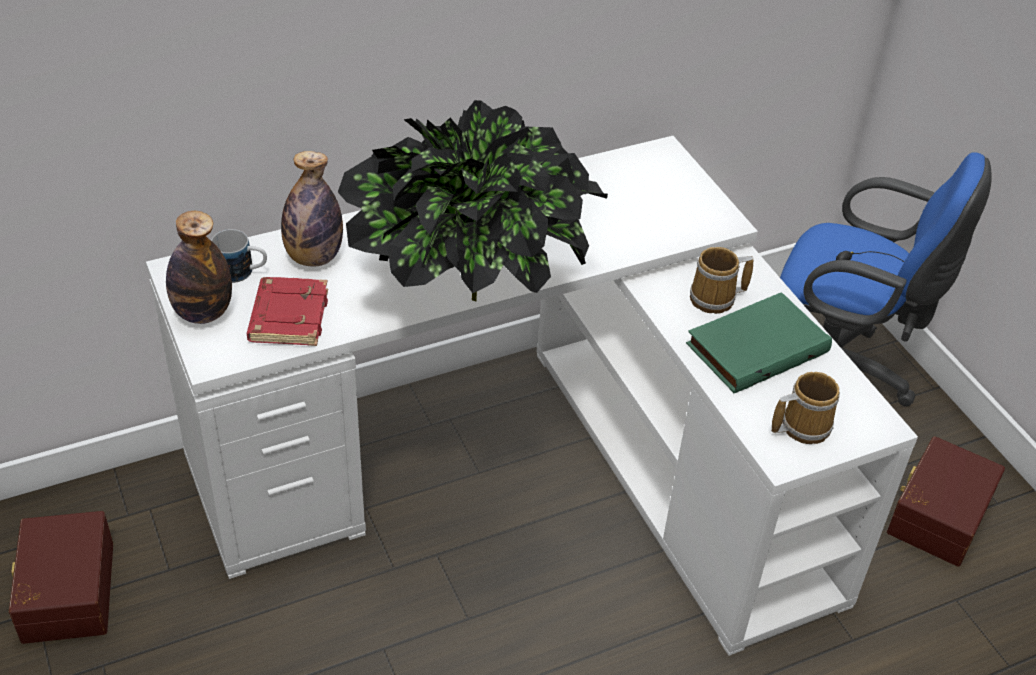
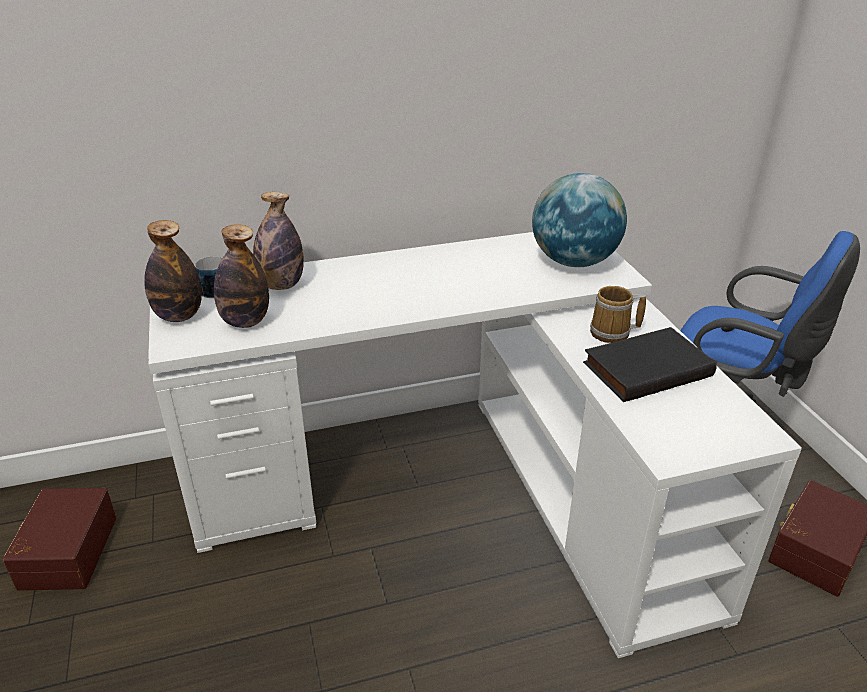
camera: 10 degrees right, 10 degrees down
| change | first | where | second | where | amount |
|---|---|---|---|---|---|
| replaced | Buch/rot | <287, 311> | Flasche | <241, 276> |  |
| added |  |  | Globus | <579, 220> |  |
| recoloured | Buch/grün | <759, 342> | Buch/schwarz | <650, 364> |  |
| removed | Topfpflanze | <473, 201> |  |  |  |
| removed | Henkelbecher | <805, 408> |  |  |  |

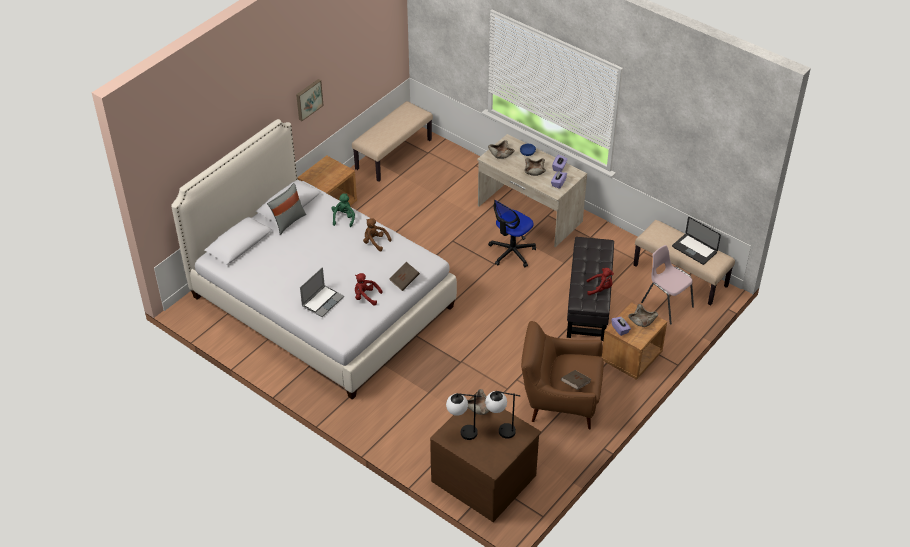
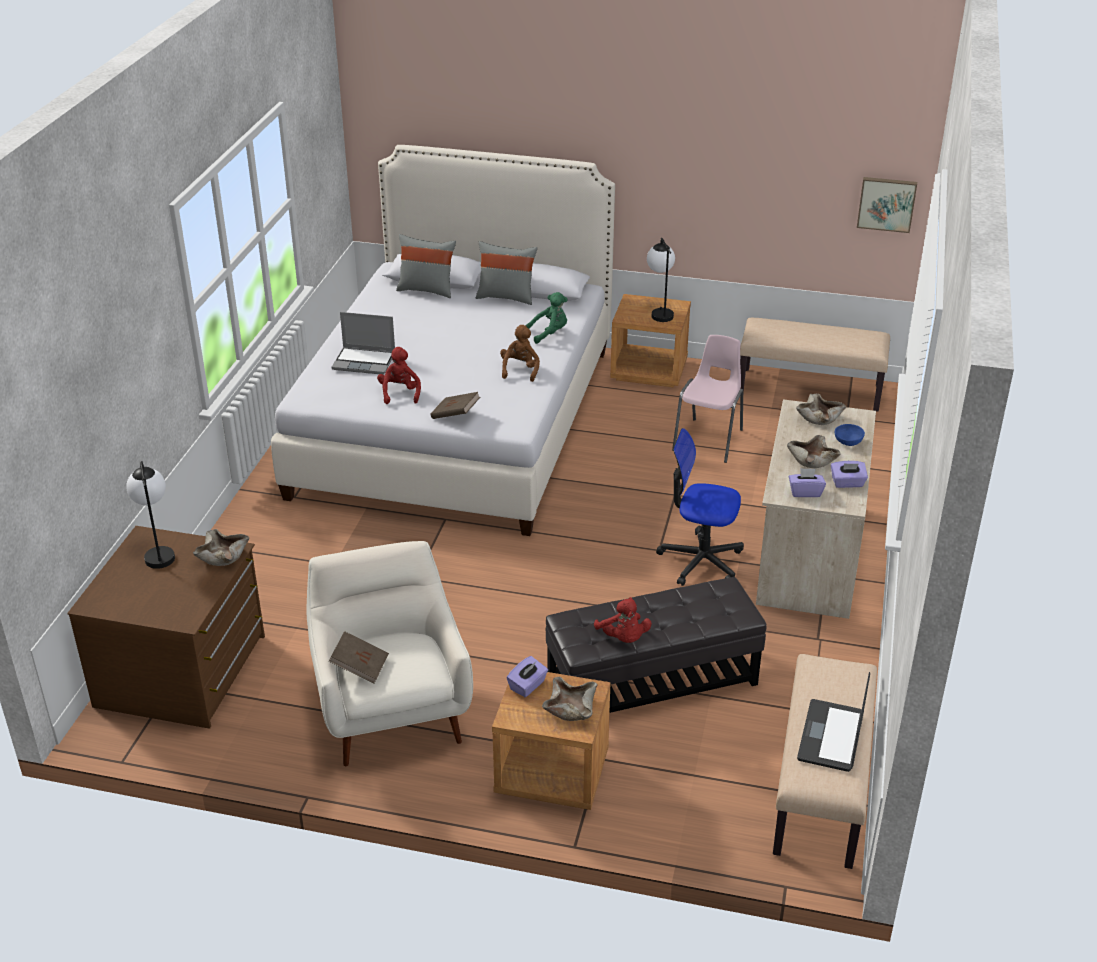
camera: 65 degrees right, 10 degrees down
| change | first | where | second | where | amount |
|---|---|---|---|---|---|
| recoloured | Sessel/braun | <562, 375> | Sessel/weiß | <389, 653> |  |
| added |  |  | Kissen/grau | <426, 266> |  |
| moved | Tischlampe | <503, 415> |  | <661, 280> |  |
| moved | Stuhl/rosa | <667, 285> |  | <707, 399> |  |
| moved | Bild | <310, 100> |  | <887, 205> |  |

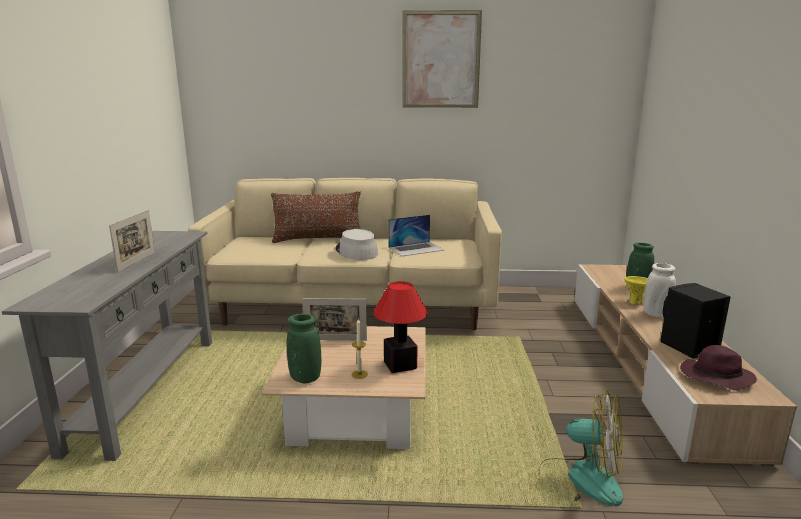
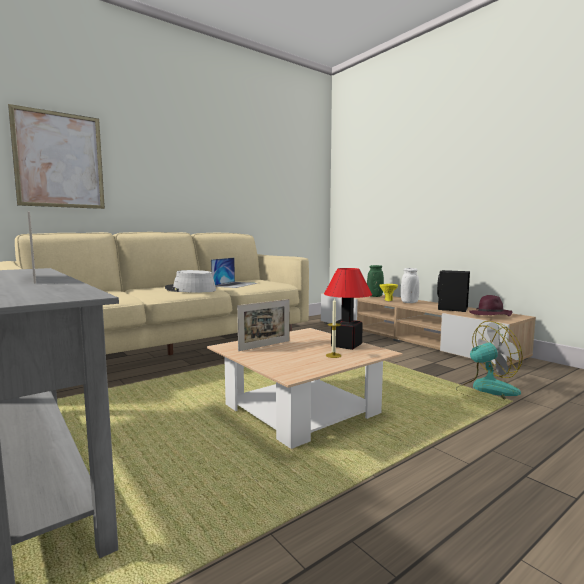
camera: 40 degrees left, 10 degrees down
| change | first | where | second | where | amount |
|---|---|---|---|---|---|
| moved | Bild | <442, 59> |  | <56, 156> |  |
| removed | Kissen/braun | <316, 217> |  |  |  |
| removed | Vase/grün | <304, 348> |  |  |  |

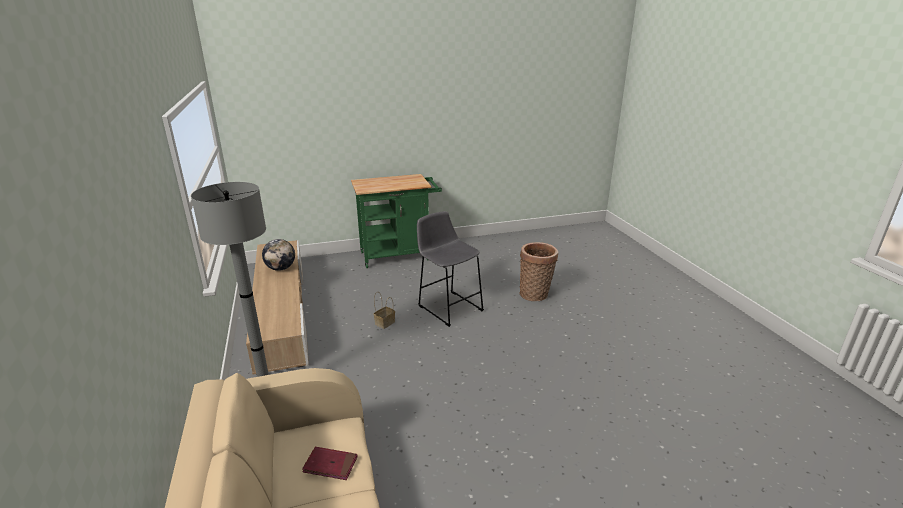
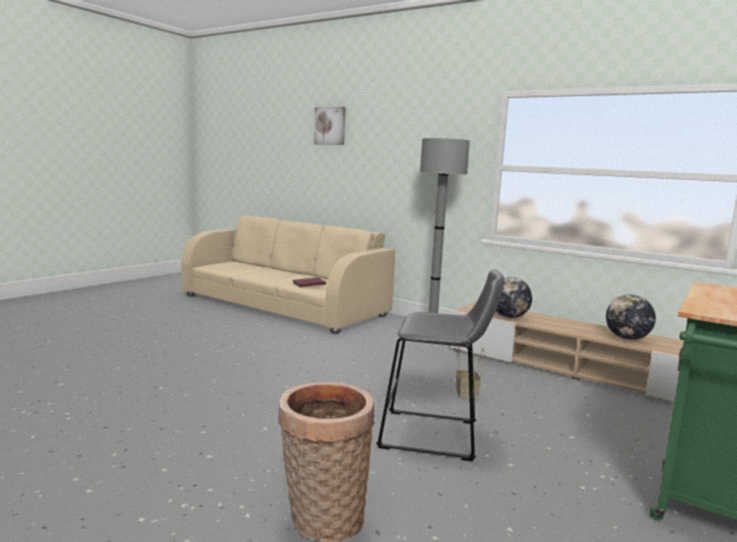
camera: 140 degrees right, 15 degrees down
| change | first | where | second | where | amount |
|---|---|---|---|---|---|
| added |  |  | Bild | <330, 126> |  |
| added |  |  | Globus | <514, 297> |  |

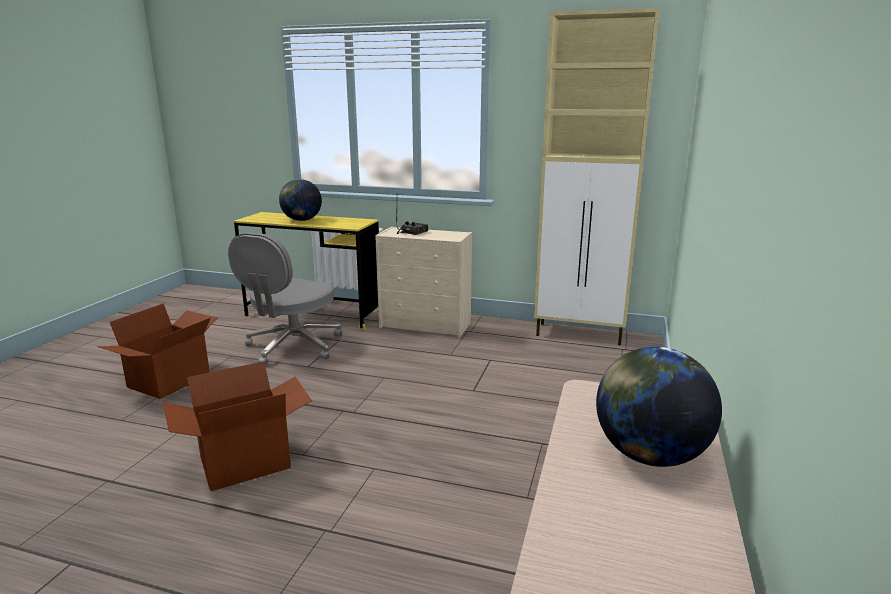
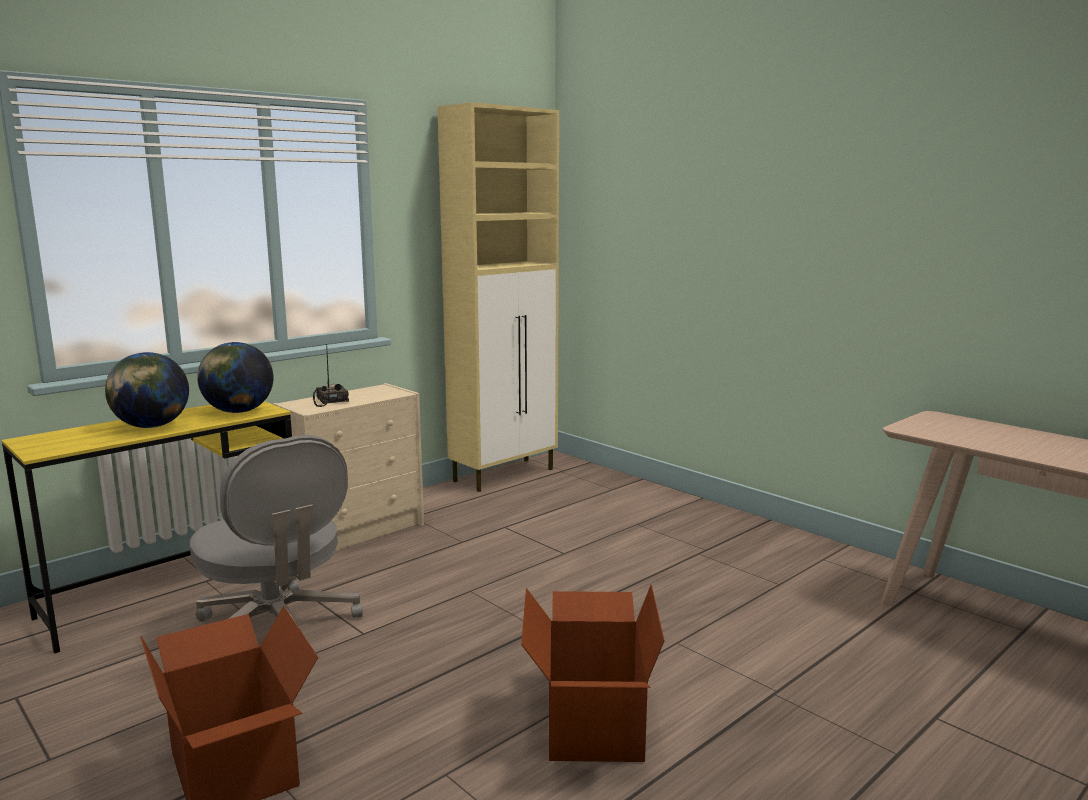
camera: 60 degrees left, 5 degrees down
| change | first | where | second | where | amount |
|---|---|---|---|---|---|
| moved | Globus | <659, 407> |  | <235, 377> |  |

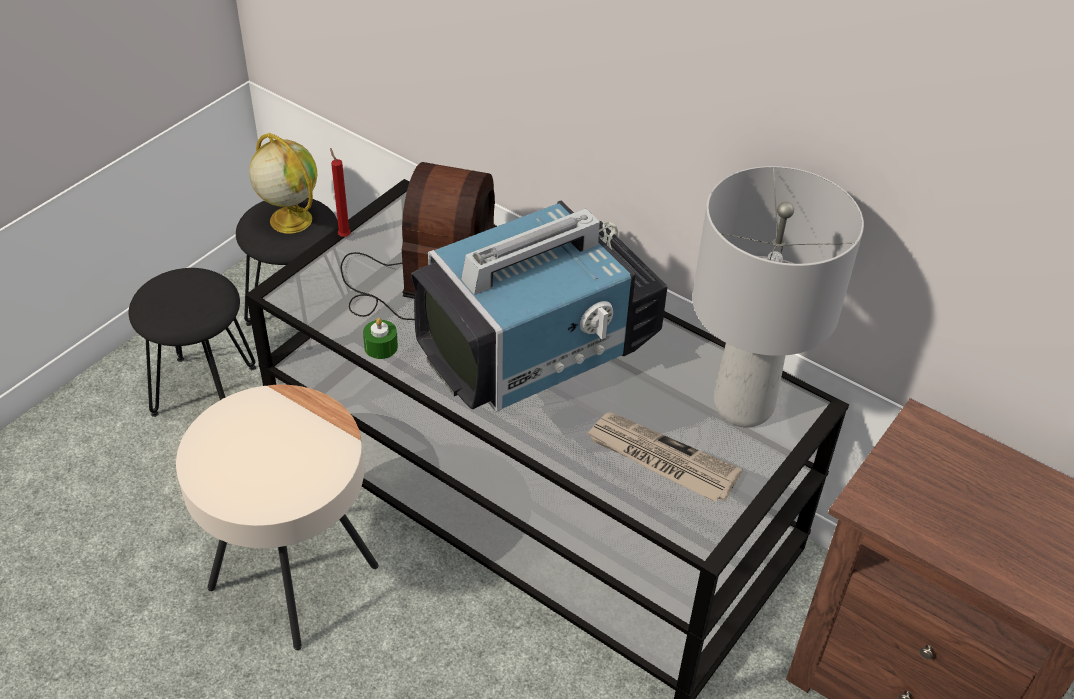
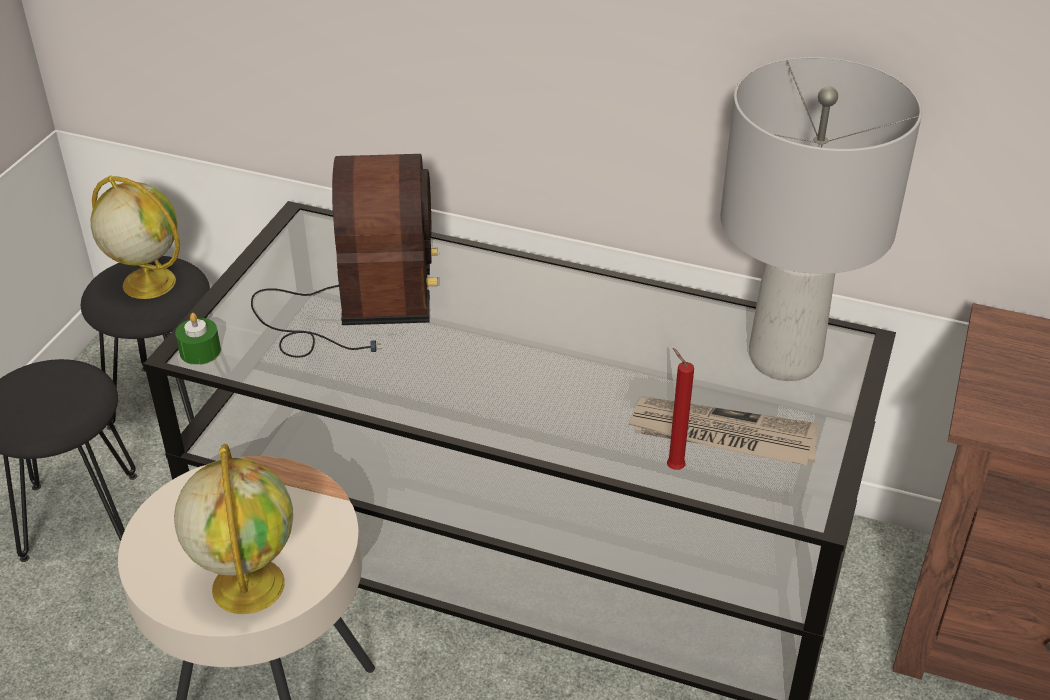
camera: 15 degrees left, 5 degrees down
| change | first | where | second | where | amount |
|---|---|---|---|---|---|
| added |  |  | Globus | <233, 529> |  |
| moved | Kerze/grün | <380, 338> |  | <198, 339> |  |
| moved | Kerze/rot | <340, 192> |  | <680, 409> |  |
| removed | Fernseher | <539, 306> |  |  |  |

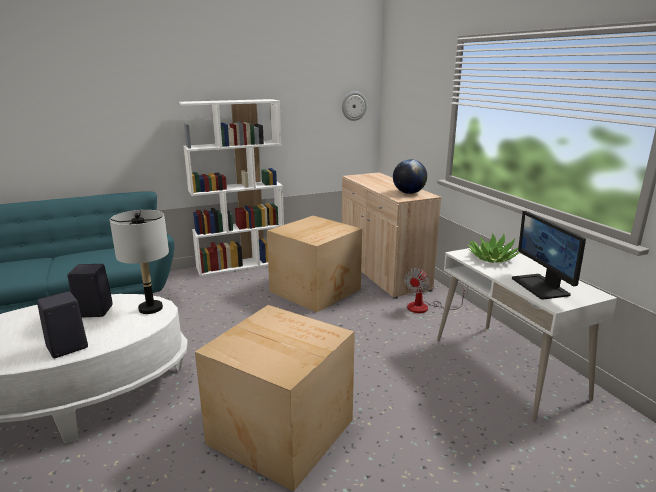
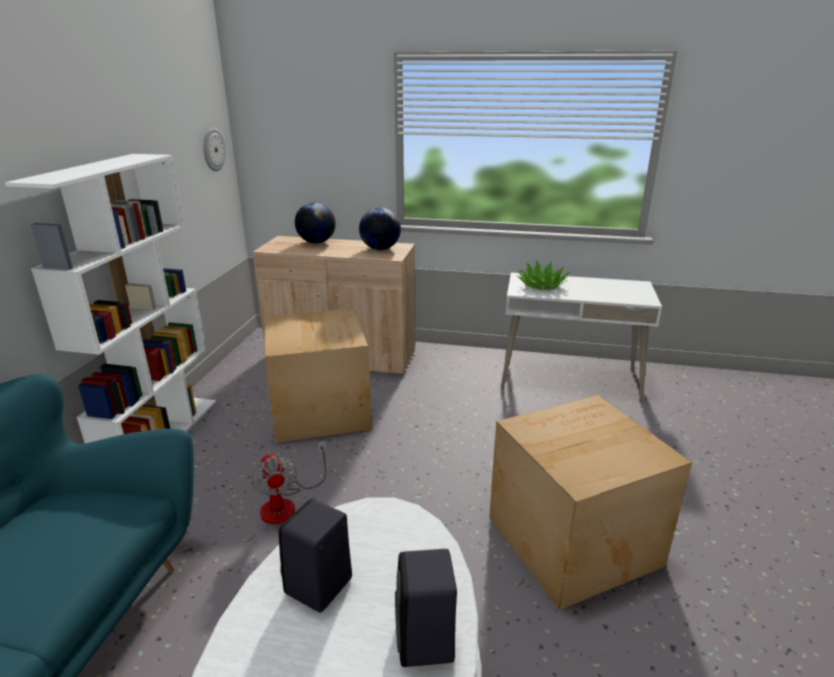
camera: 55 degrees left, 5 degrees up
| change | first | where | second | where | amount |
|---|---|---|---|---|---|
| moved | Ventilator | <436, 290> |  | <288, 482> |  |
| added |  |  | Globus | <315, 222> |  |
| removed | Tischlampe/grau | <139, 262> |  |  |  |
| removed | Monitor | <549, 255> |  |  |  |

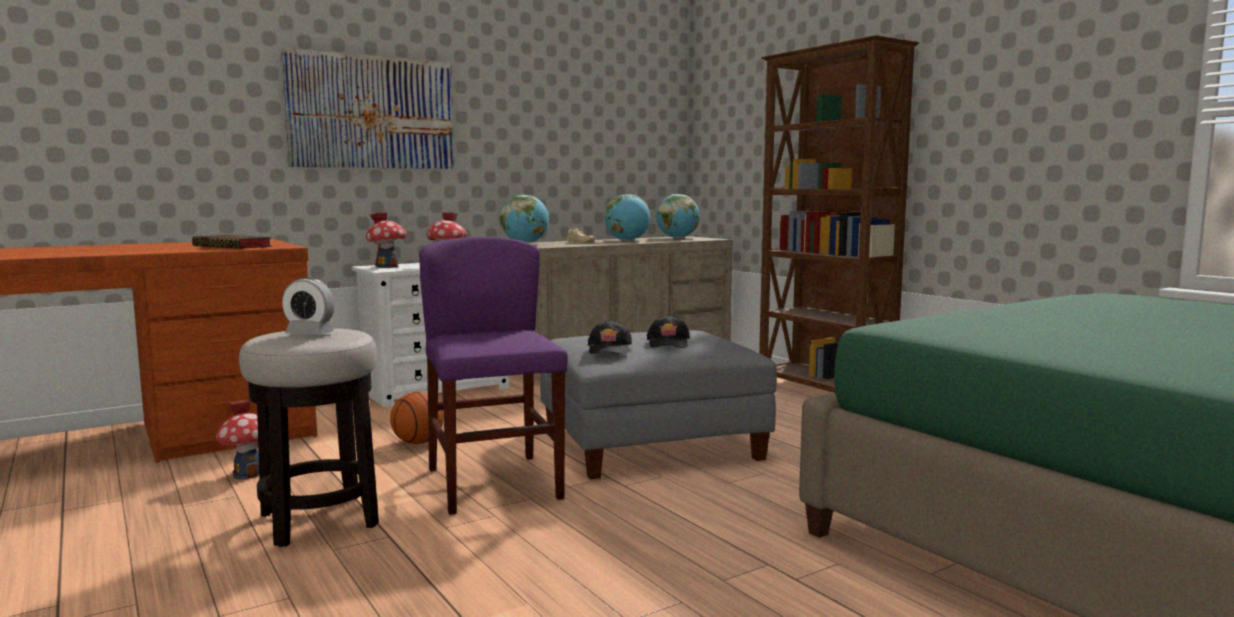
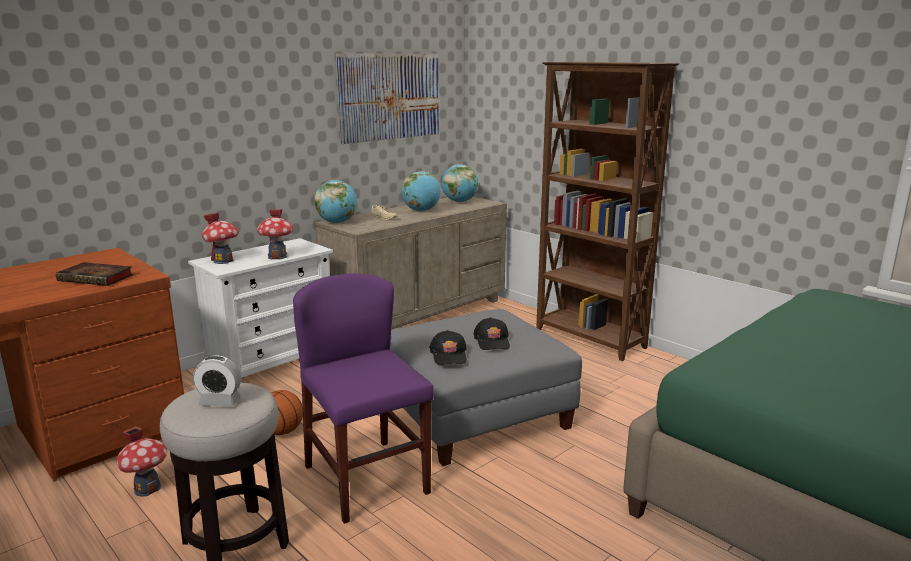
camera: 10 degrees left, 10 degrees up
| change | first | where | second | where | amount |
|---|---|---|---|---|---|
| moved | Bild | <367, 108> |  | <387, 99> |  |

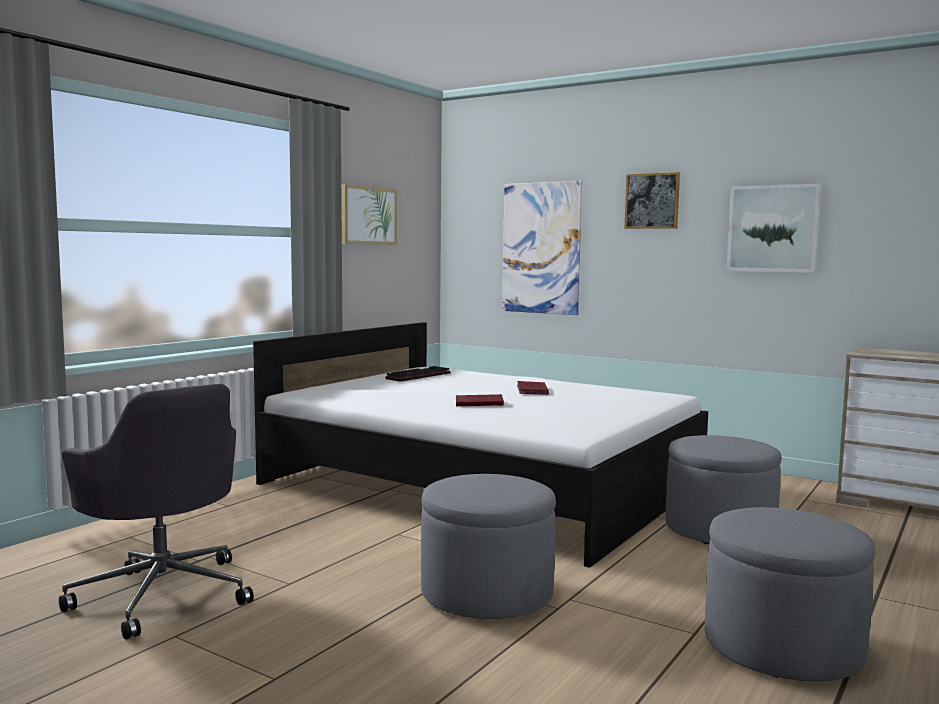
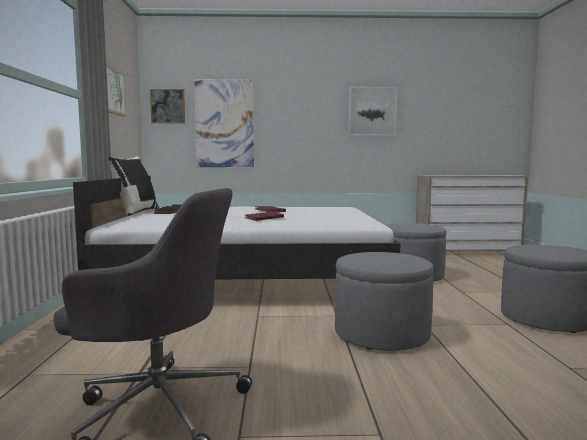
camera: 35 degrees left, 0 degrees up
| change | first | where | second | where | amount |
|---|---|---|---|---|---|
| added |  |  | Kissen/schwarz | <134, 186> |  |
| moved | Bild | <652, 200> |  | <167, 106> |  |

